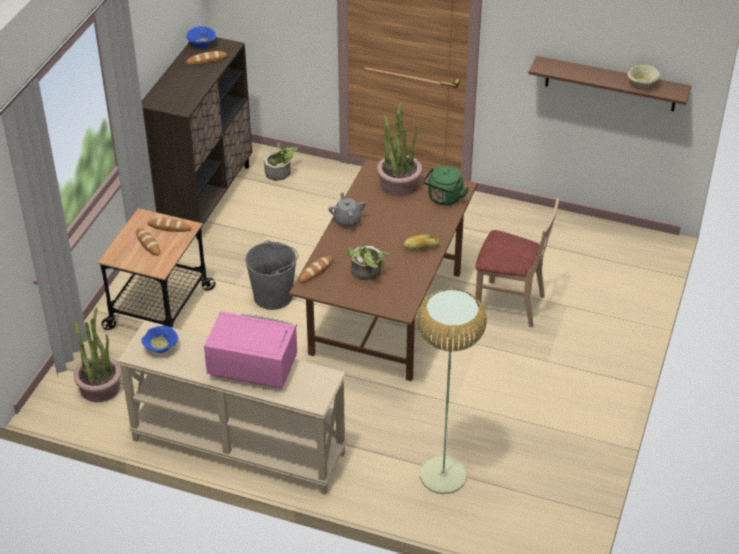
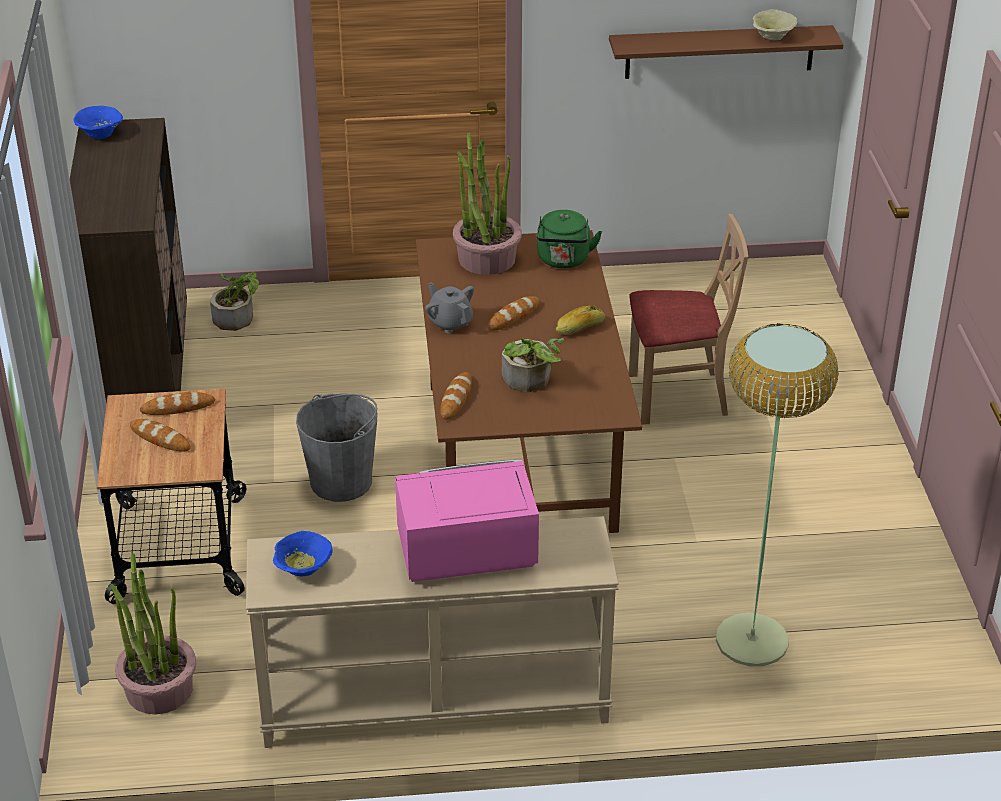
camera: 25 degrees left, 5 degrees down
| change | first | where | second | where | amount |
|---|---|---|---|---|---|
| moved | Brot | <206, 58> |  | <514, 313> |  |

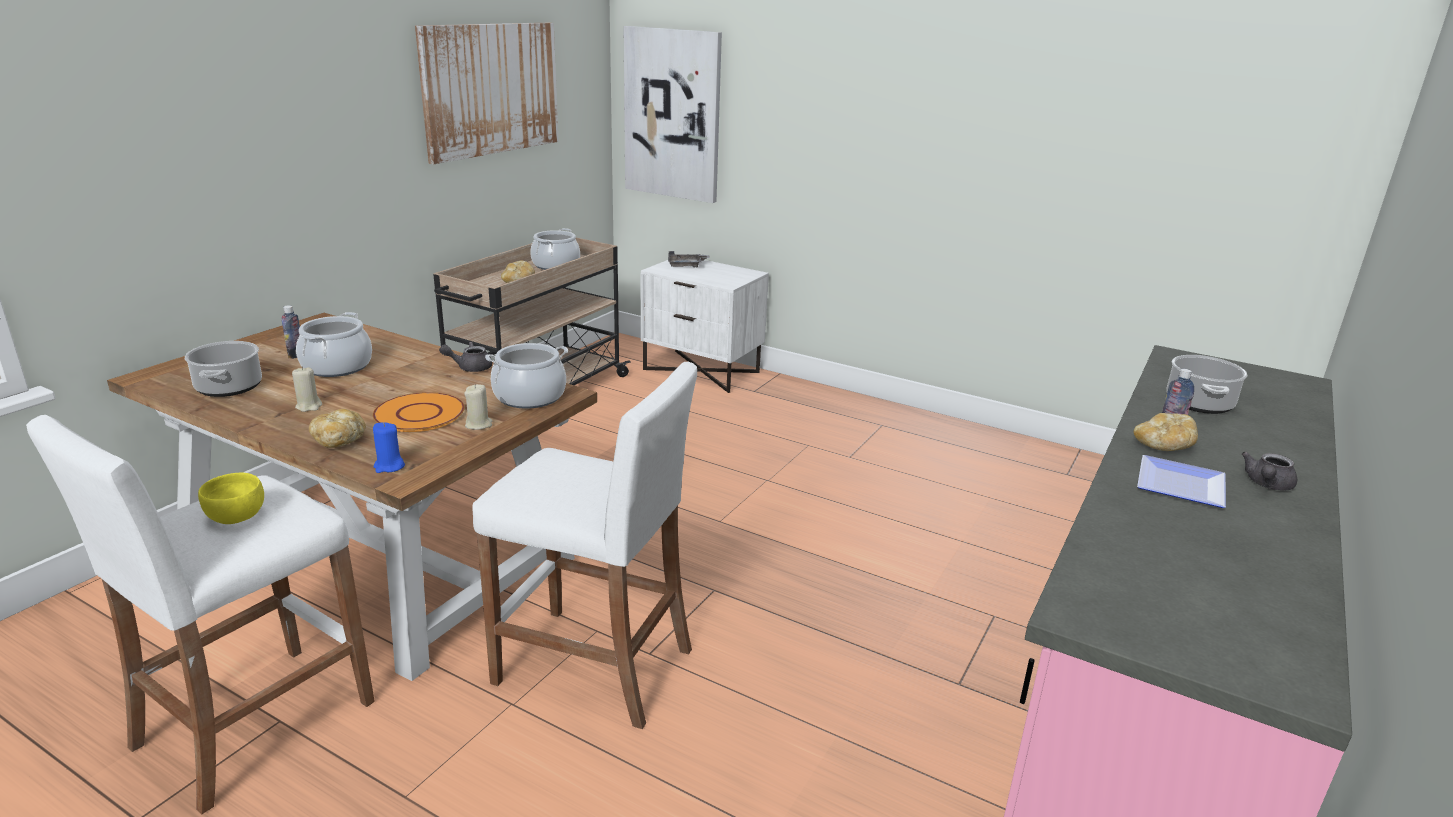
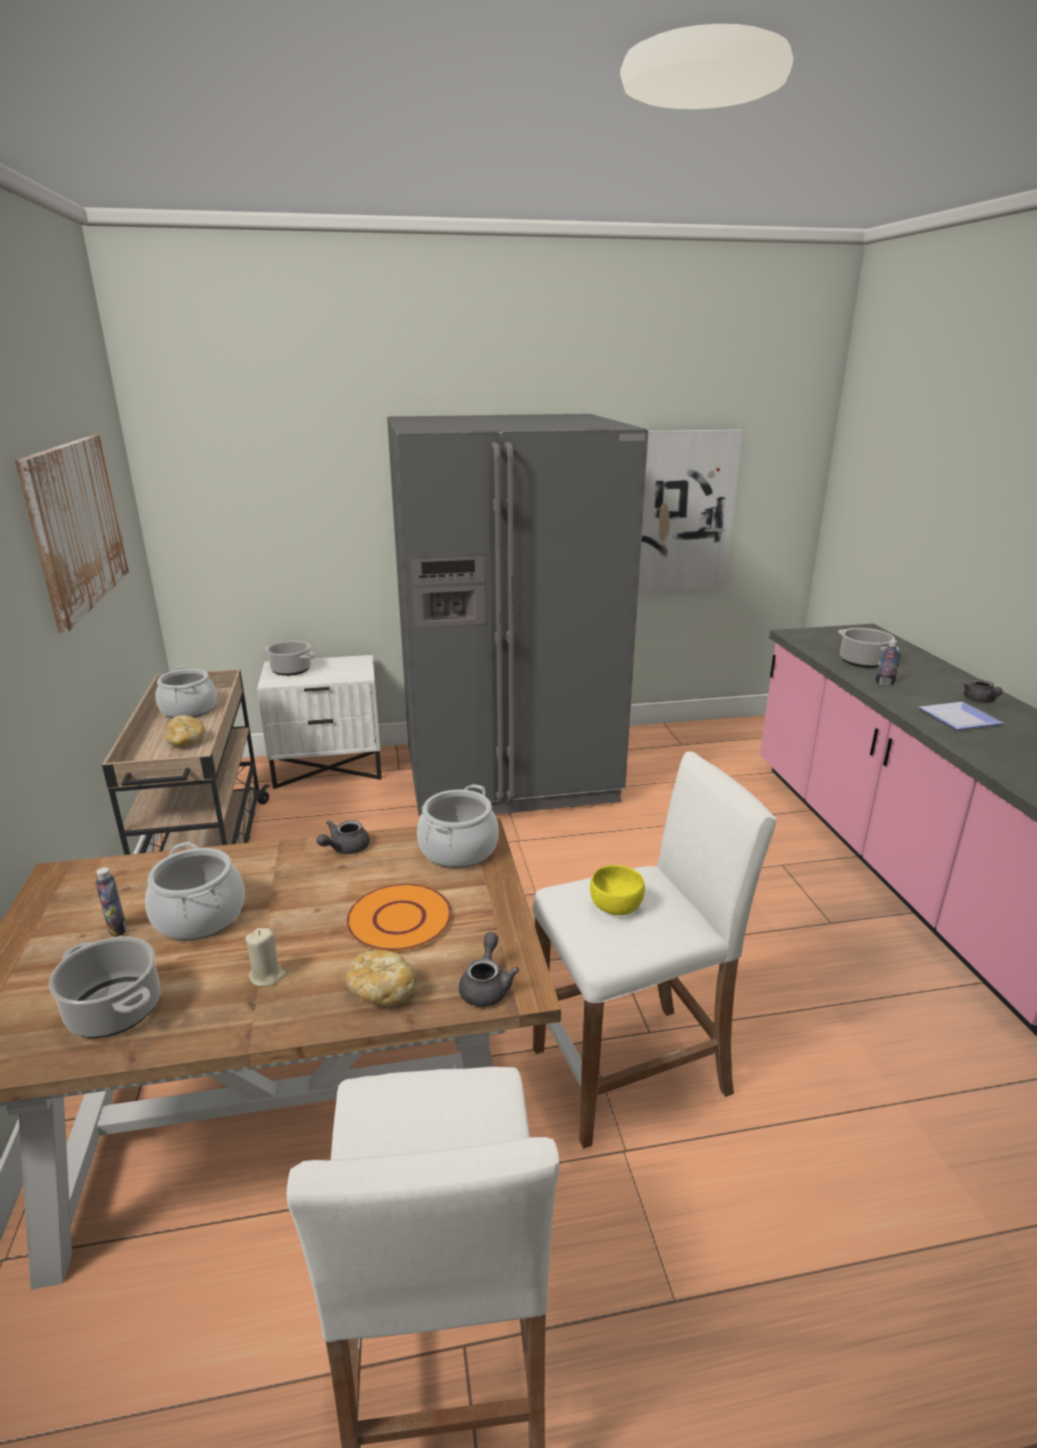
camera: 40 degrees left, 0 degrees up
| change | first | where | second | where | amount |
|---|---|---|---|---|---|
| replaced | Tablett/grau | <689, 259> | Kochtopf | <289, 658> |  |
| added |  |  | Kühlschrank/grau | <517, 615> |  |
| replaced | Kerze/blau | <389, 447> | Teekanne/grau | <489, 969> |  |
| moved | Schüssel/gelb | <231, 498> |  | <617, 890> |  |
| moved | Bild | <672, 114> |  | <690, 510> |  |
| removed | Kerze/beige | <478, 407> |  |  |  |
| removed | Brot | <1166, 432> |  |  |  |

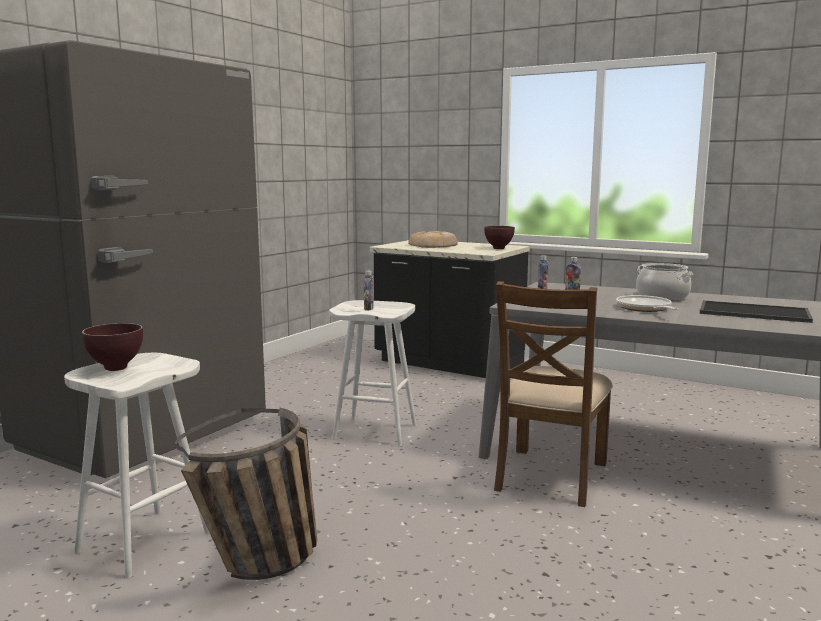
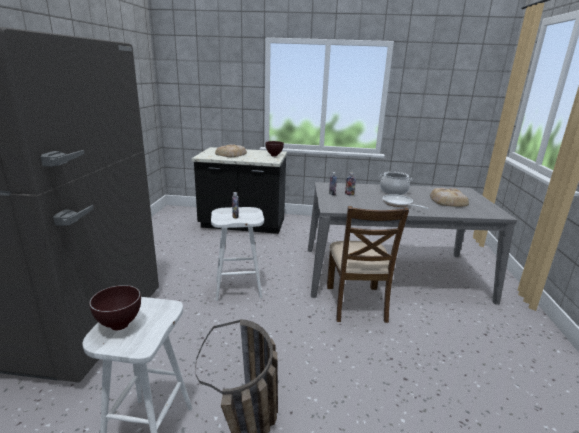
camera: 25 degrees left, 10 degrees up
| change | first | where | second | where | amount |
|---|---|---|---|---|---|
| replaced | Tablett | <756, 311> | Brot | <449, 197> |  |

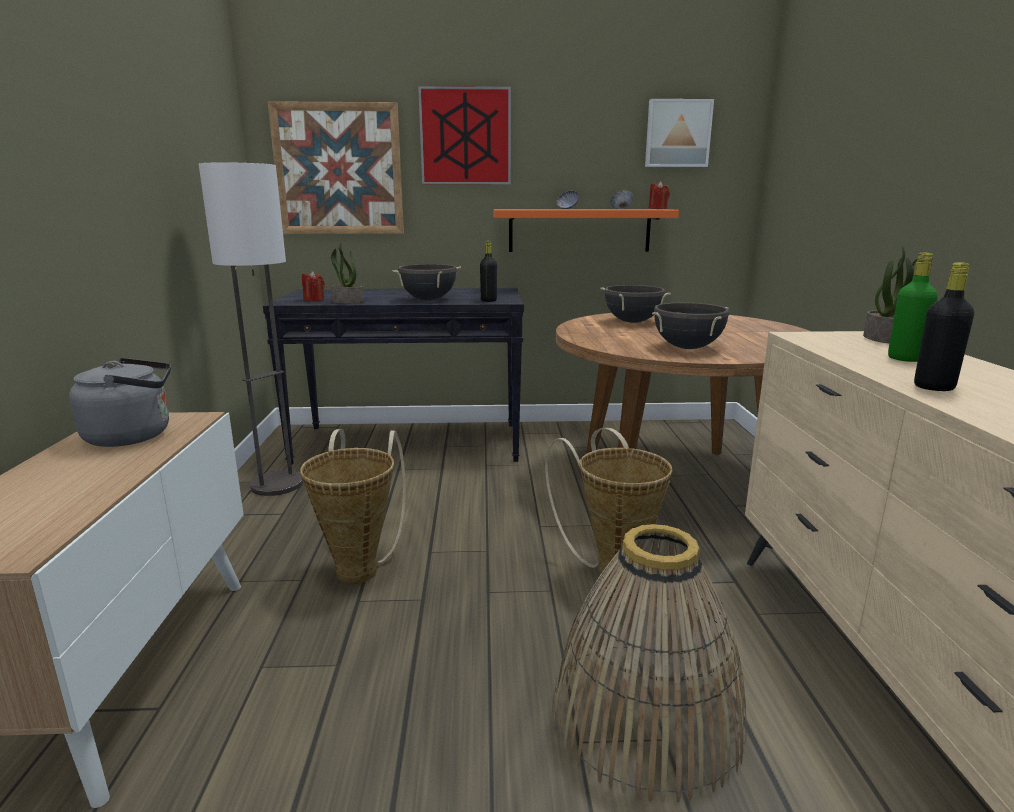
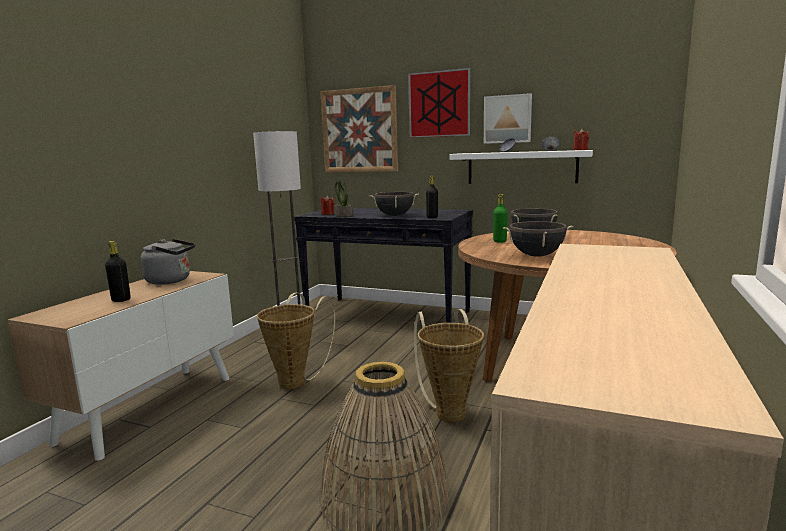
camera: 25 degrees right, 5 degrees down
| change | first | where | second | where | amount |
|---|---|---|---|---|---|
| moved | Flasche/schwarz | <944, 326> |  | <118, 271> |  |
| recoloured | Wandregal/orange | <586, 230> | Wandregal/weiß | <521, 167> |  |
| moved | Bild | <679, 133> |  | <508, 118> |  |
| moved | Flasche/grün | <913, 307> |  | <500, 218> |  |
| removed | Topfpflanze | <890, 294> |  |  |  |

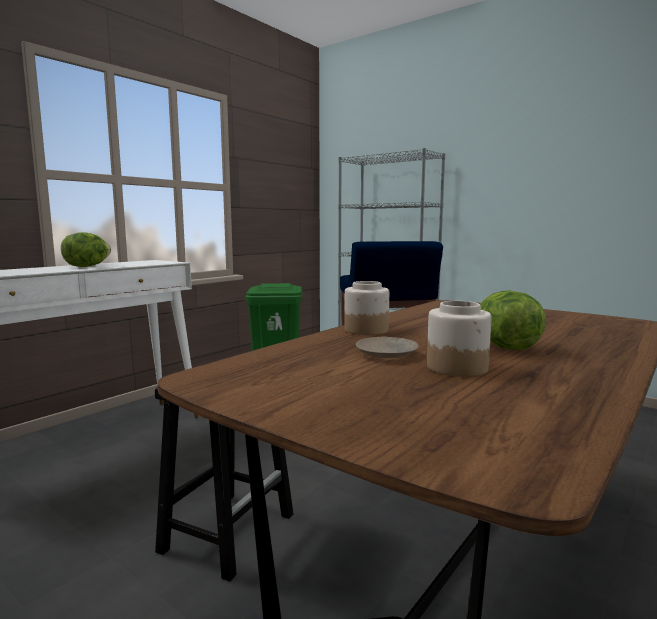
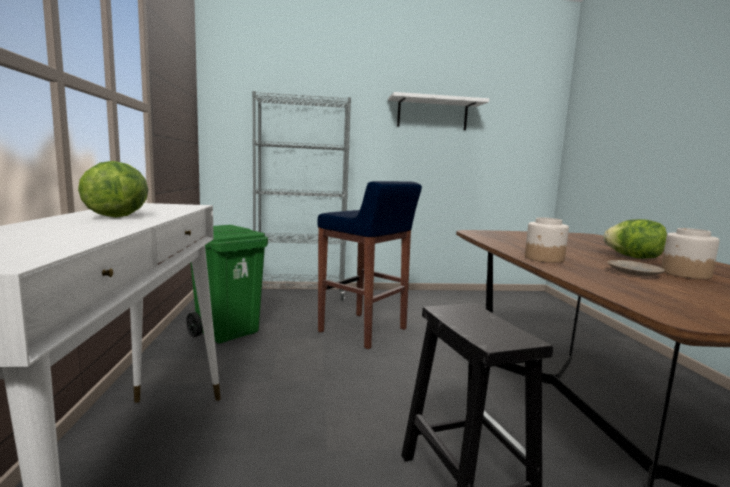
camera: 45 degrees left, 0 degrees up
| change | first | where | second | where | amount |
|---|---|---|---|---|---|
| added |  |  | Wandregal/weiß | <438, 111> |  |

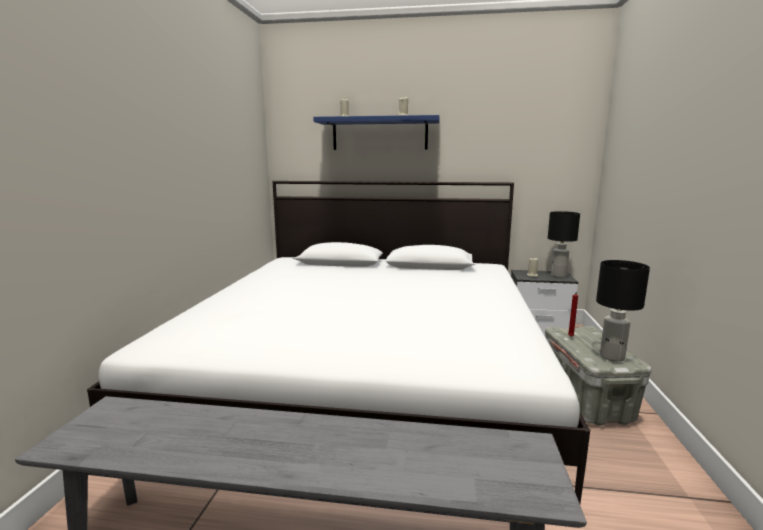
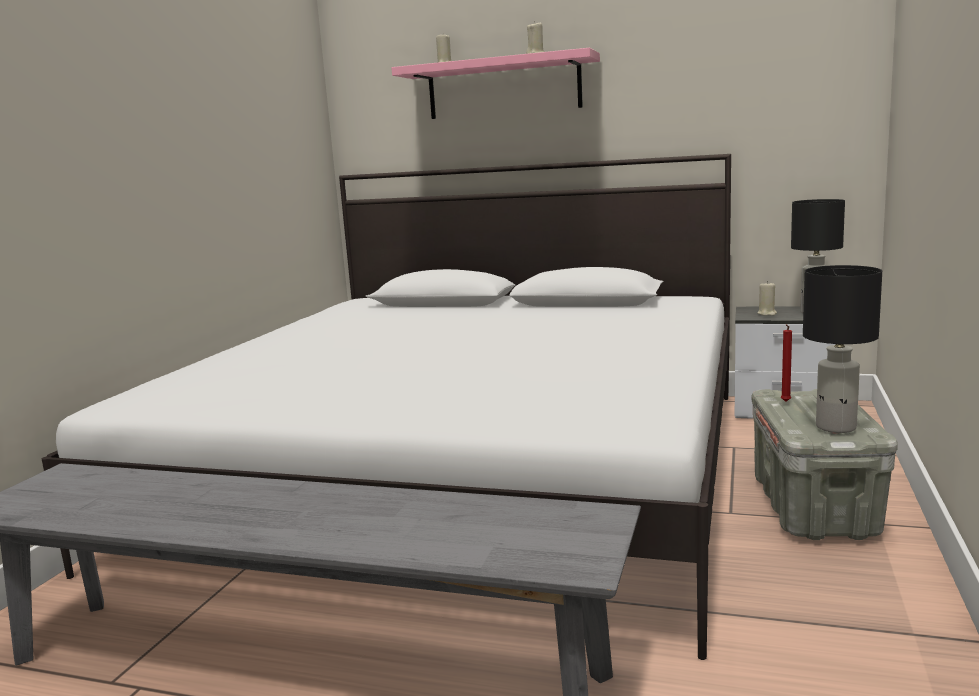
camera: 10 degrees right, 0 degrees up
| change | first | where | second | where | amount |
|---|---|---|---|---|---|
| recoloured | Wandregal/blau | <376, 132> | Wandregal/rosa | <495, 83> |  |

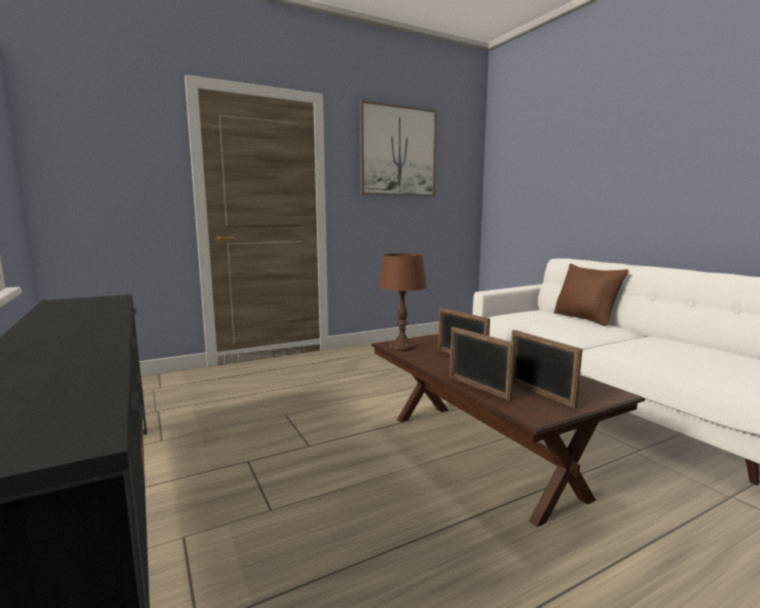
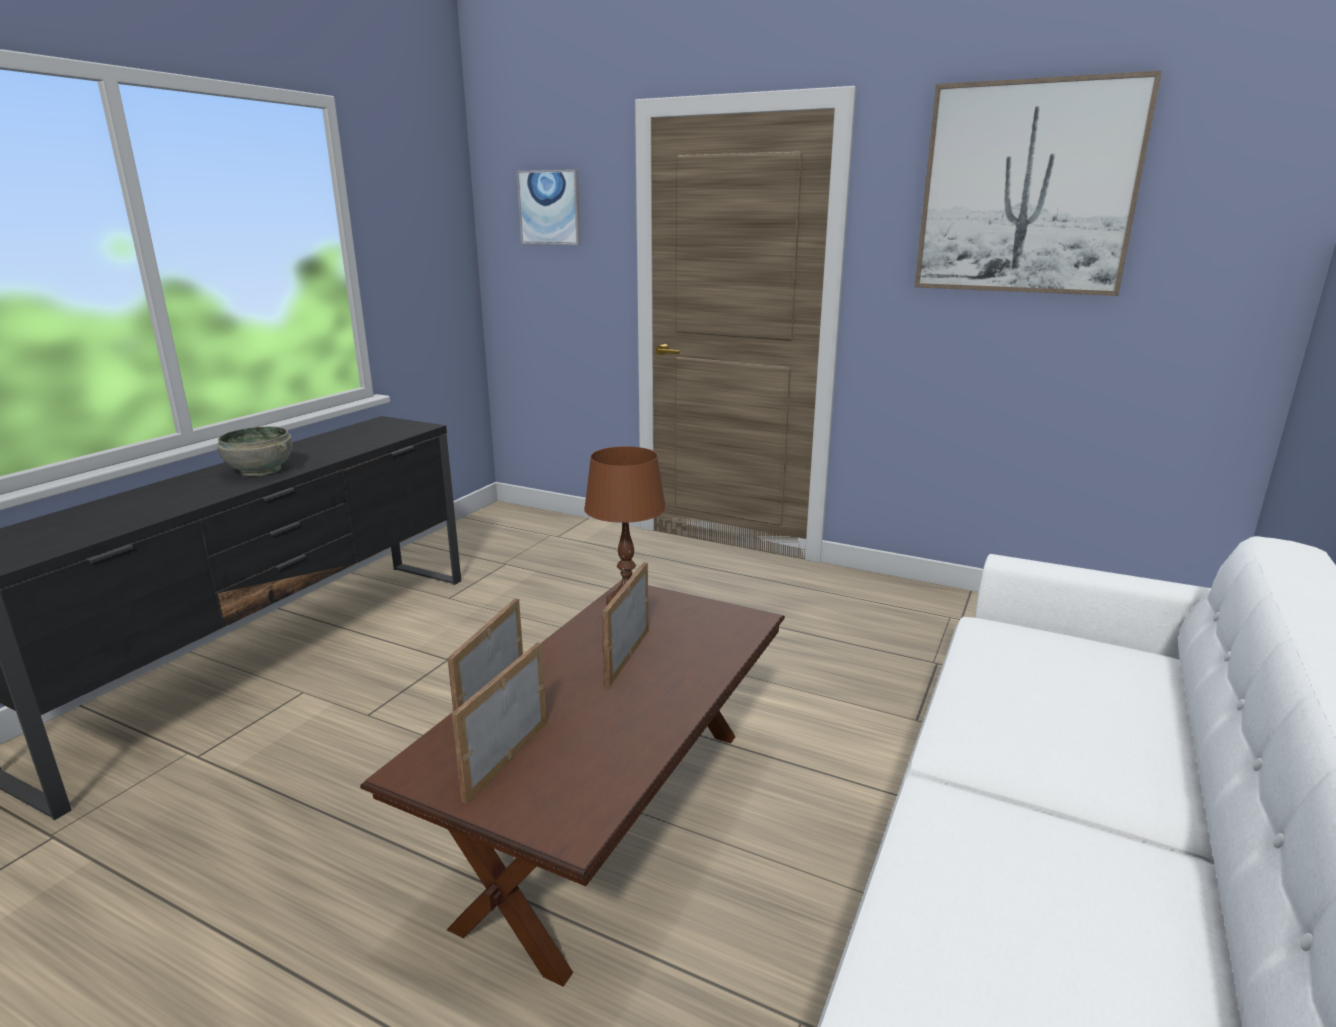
camera: 55 degrees right, 10 degrees up
| change | first | where | second | where | amount |
|---|---|---|---|---|---|
| added |  |  | Schüssel/grau | <254, 451> |  |
| added |  |  | Bild | <549, 207> |  |
| removed | Kissen/braun | <591, 295> |  |  |  |

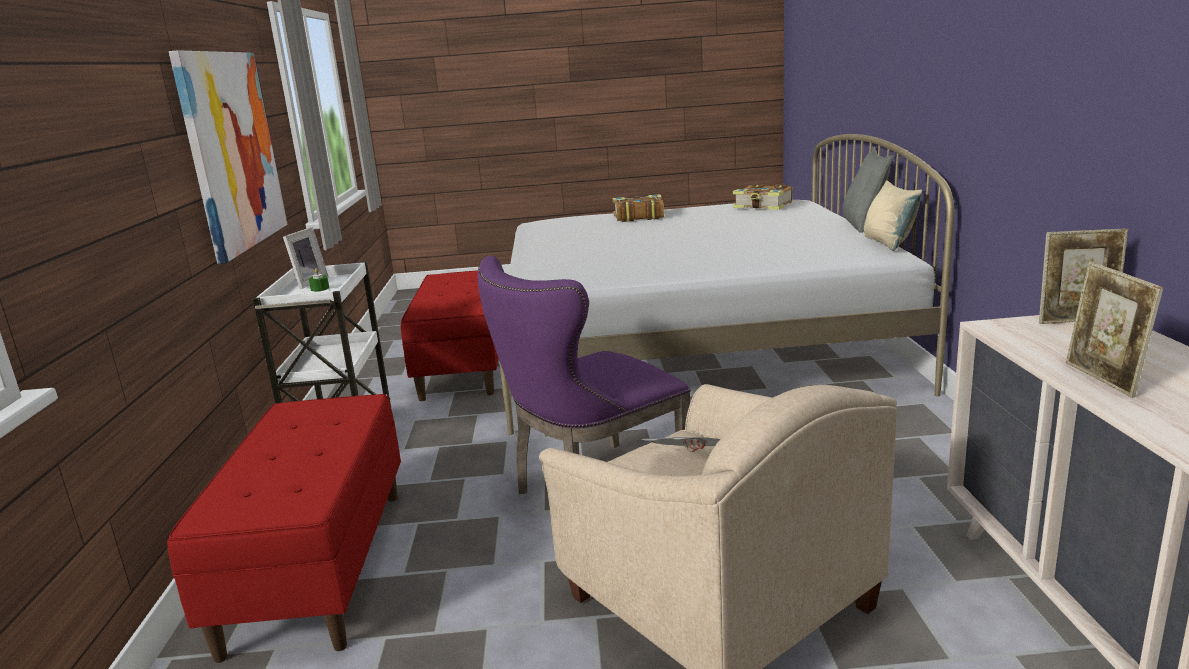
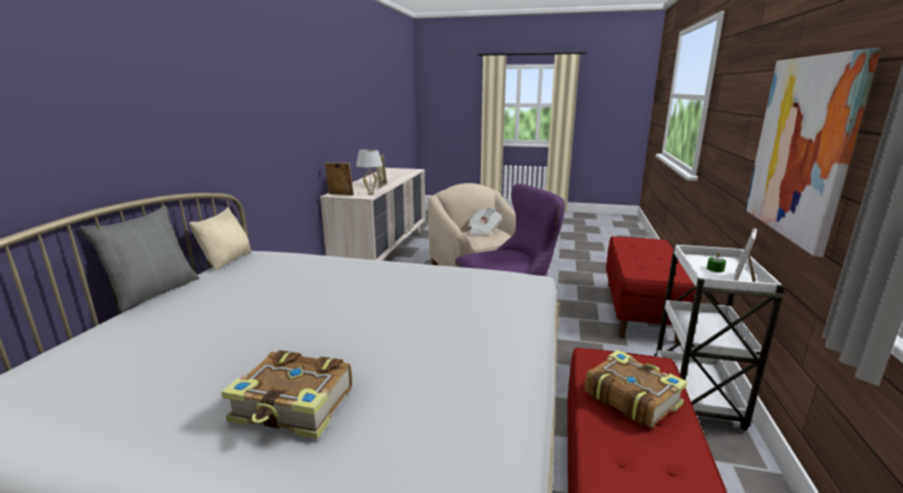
camera: 165 degrees left, 0 degrees up
| change | first | where | second | where | amount |
|---|---|---|---|---|---|
| added |  |  | Tischlampe/weiß | <369, 172> |  |
| moved | Buch | <763, 197> |  | <636, 389> |  |

